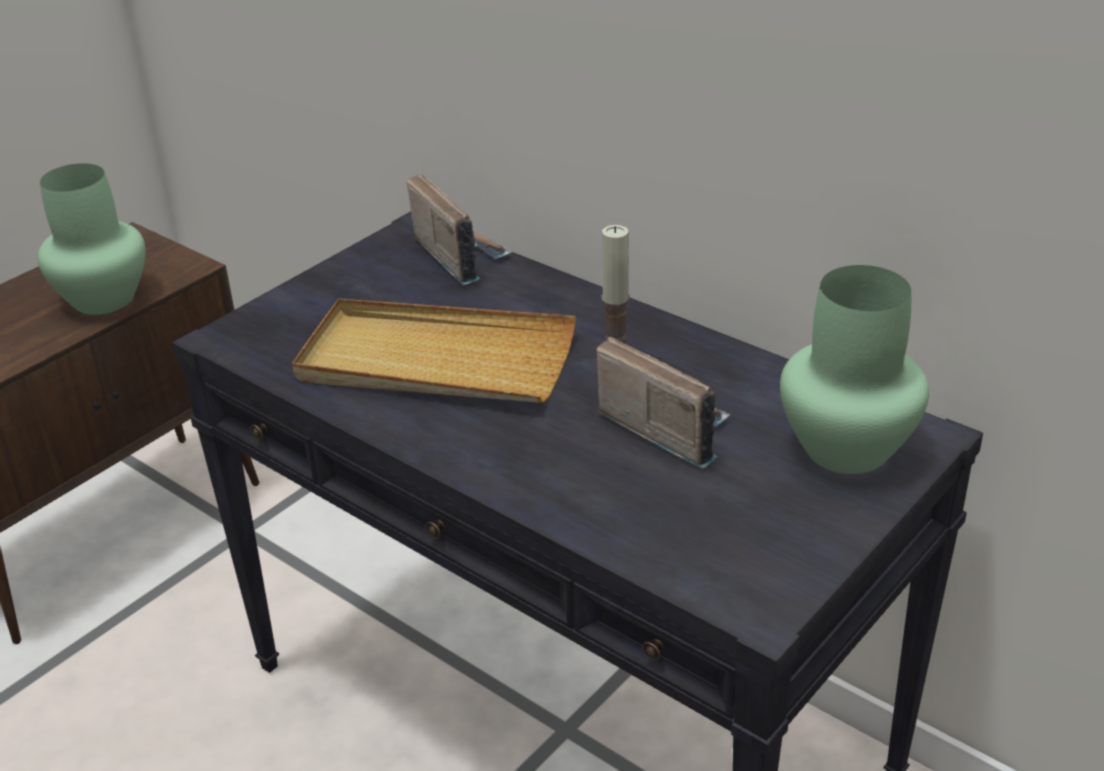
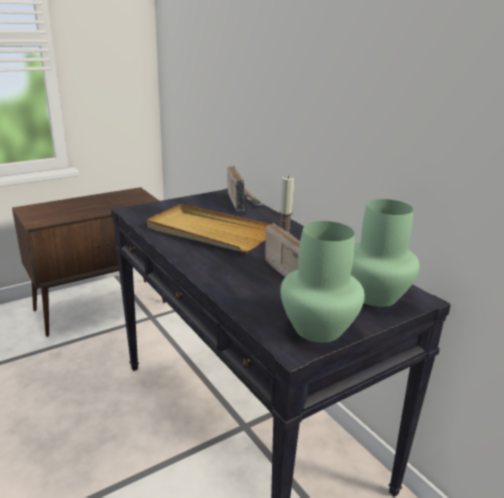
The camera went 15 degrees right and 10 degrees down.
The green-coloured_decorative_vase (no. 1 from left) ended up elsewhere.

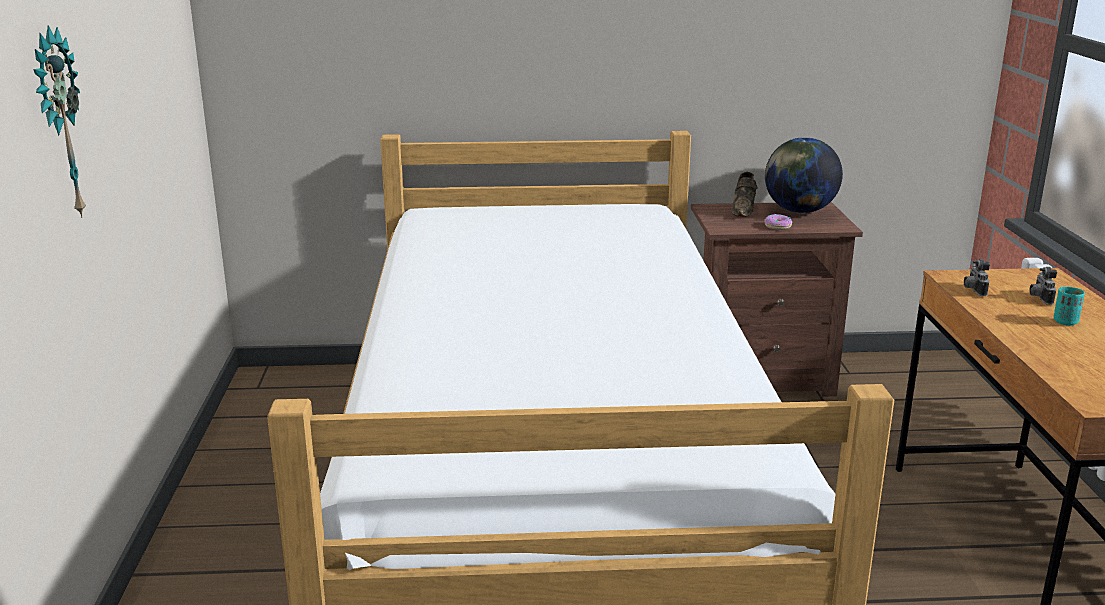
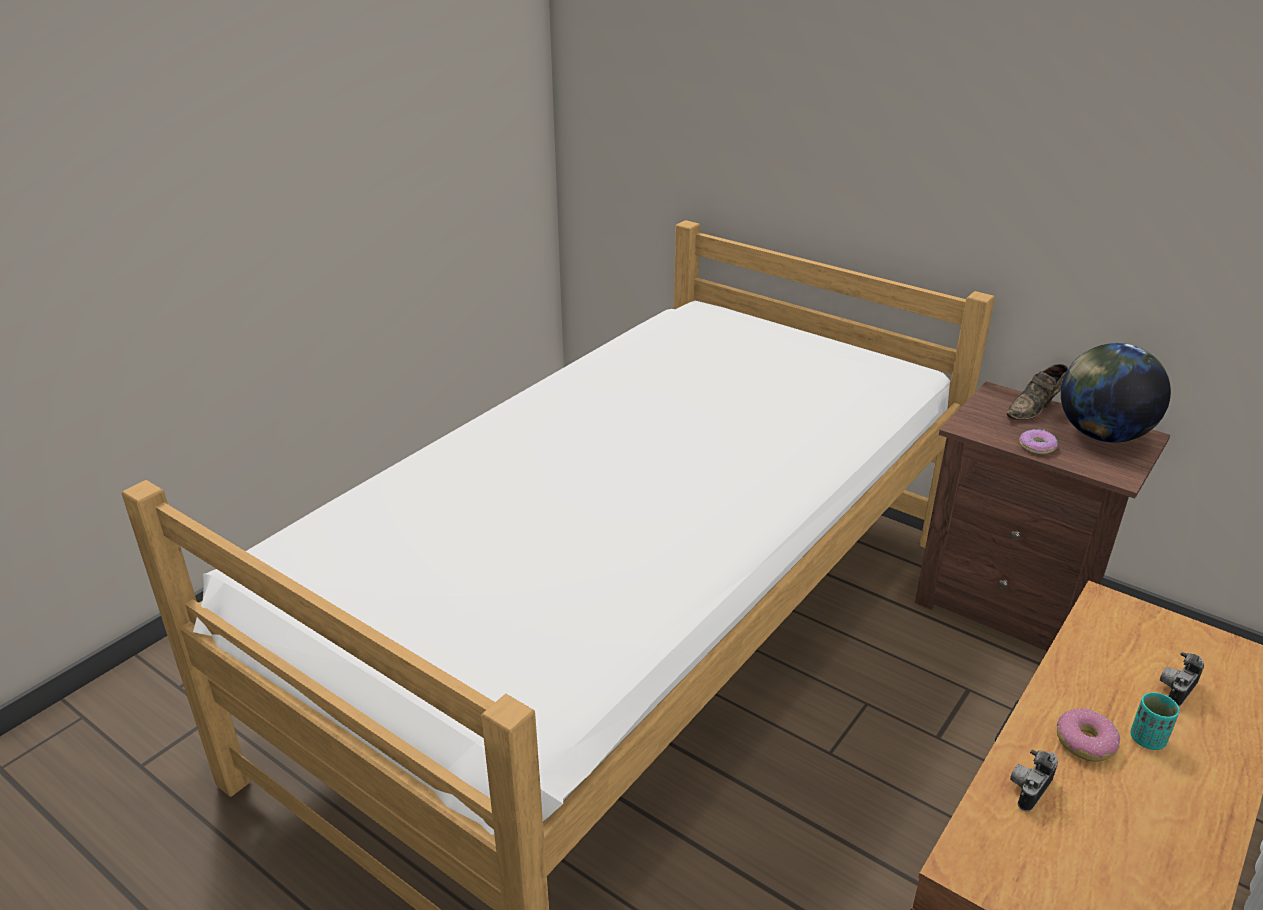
The camera went 40 degrees right and 10 degrees up.
The second view lost the wall_clock.
The still_camera (no. 1 from left) ended up elsewhere.
The second view gained the donut (no. 2 from left).

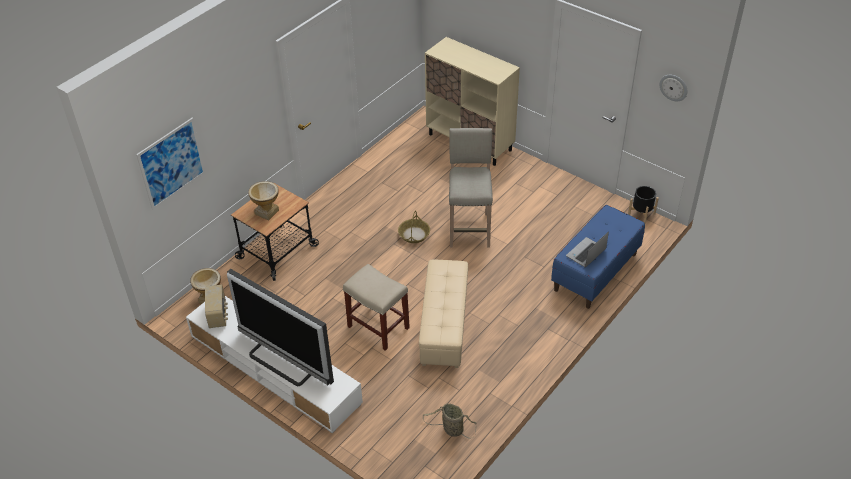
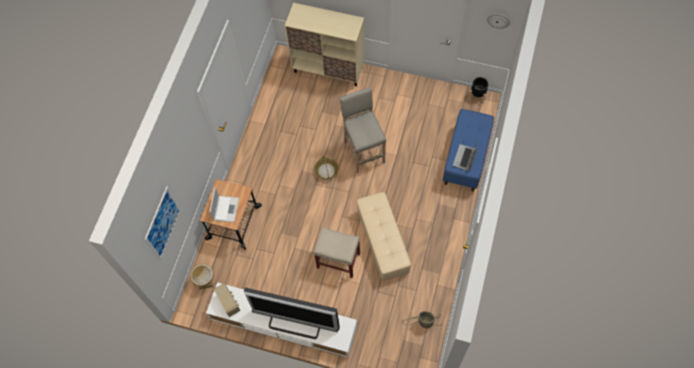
The camera went 20 degrees left and 20 degrees up.
Where the decorative_vase (no. 2 from left) stood, the laptop (no. 1 from left) came to stand.

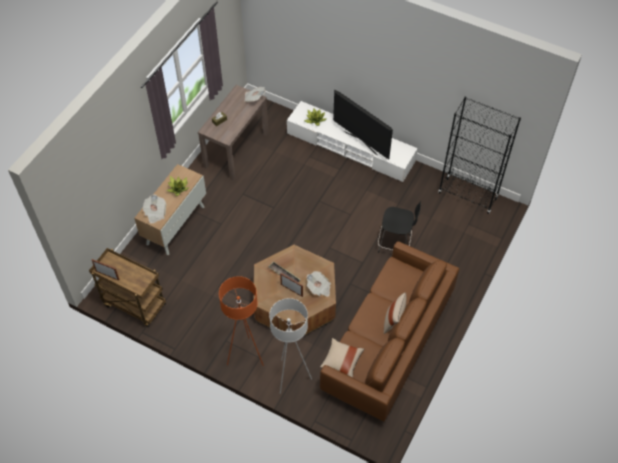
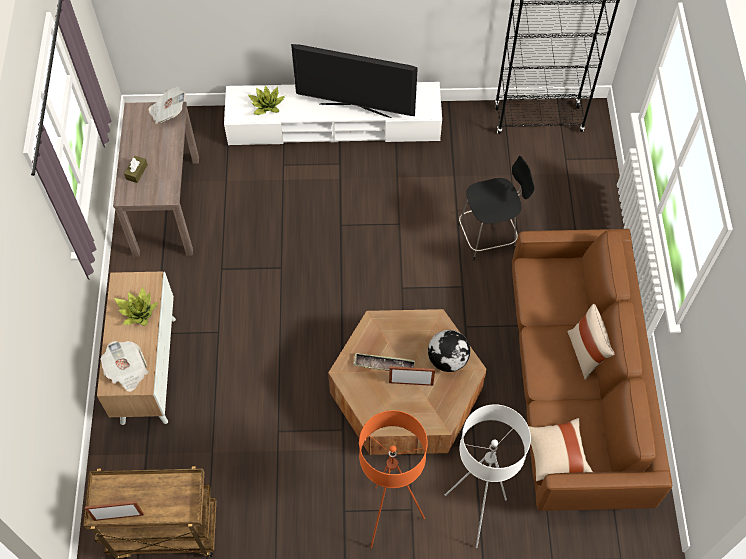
The camera went 30 degrees left and 5 degrees up.
Where the daily_paper (no. 3 from left) stood, the world_globe came to stand.

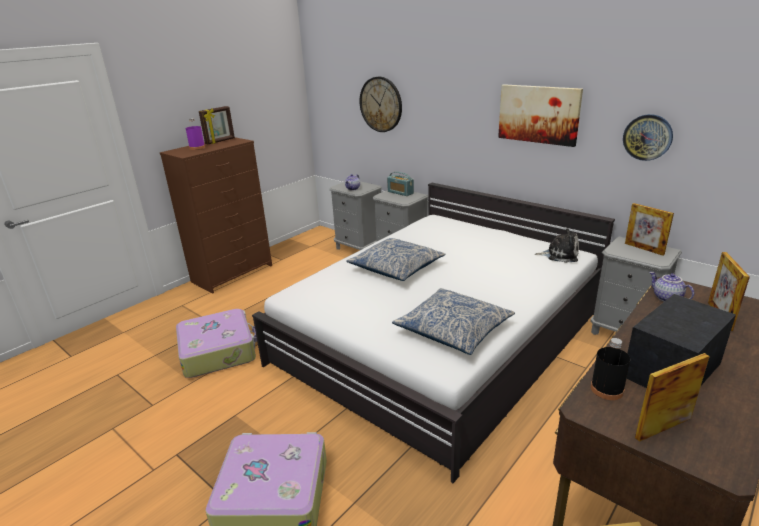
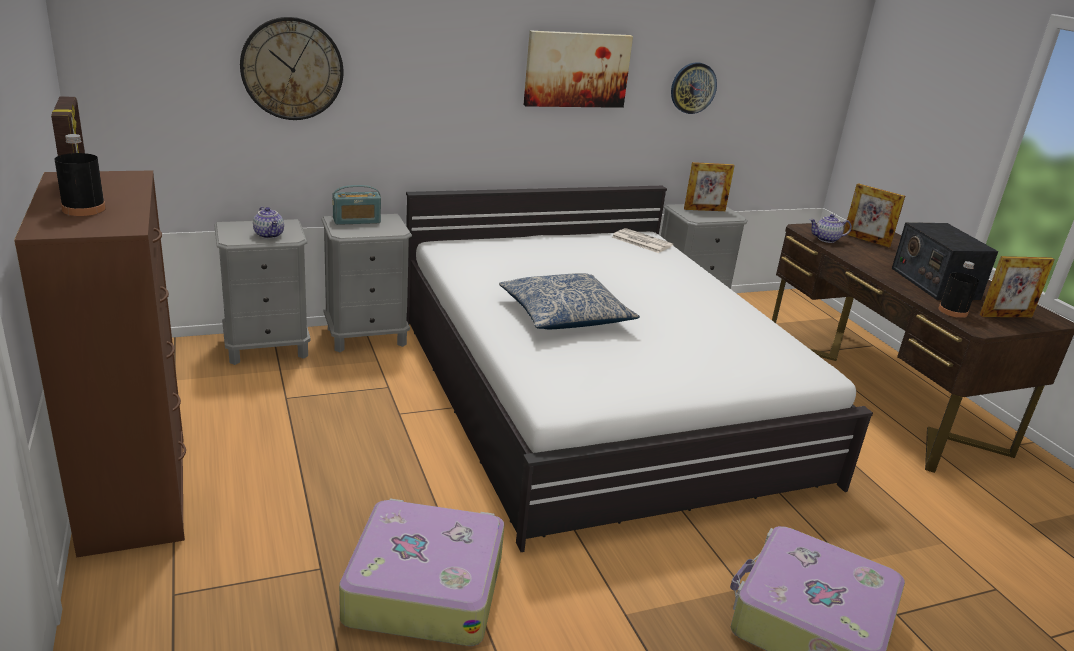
The camera went 65 degrees left and 0 degrees up.
What was the purple-coloured_bottle turned into the black_bottle (no. 1 from left).
The second view lost the cushion (no. 2 from left).
Where the soft_toy stood, the daily_paper came to stand.
The photo_frame (no. 3 from left in the first image) ended up facing another way, 105 degrees counterclockwise from before.

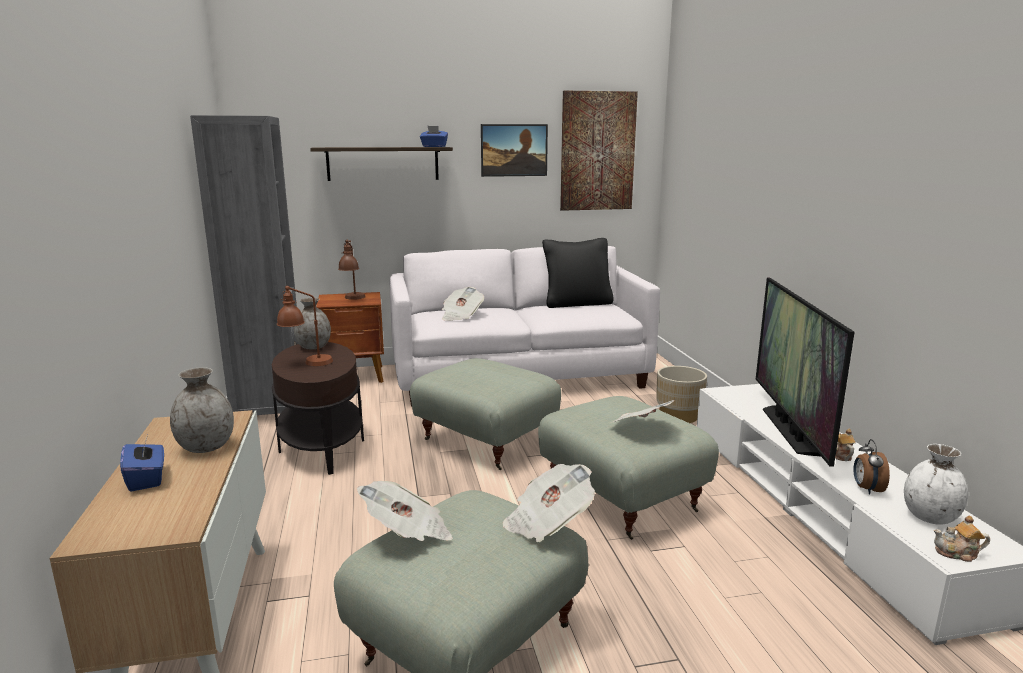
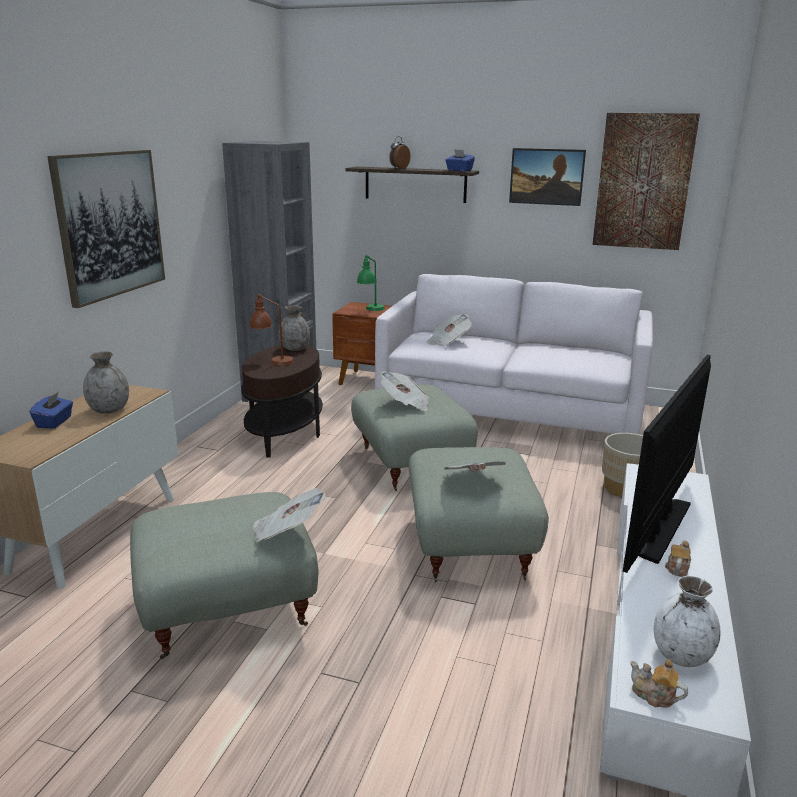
The camera went 30 degrees right and 5 degrees up.
What was the brownish_lamp_for_a_table (no. 2 from left) turned into the green-coloured_lamp_for_a_table.
The daily_paper (no. 1 from left in the first image) ended up elsewhere.
The second view lost the black_cushion.
The bedside_clock ended up elsewhere.
The second view gained the picture (no. 1 from left).

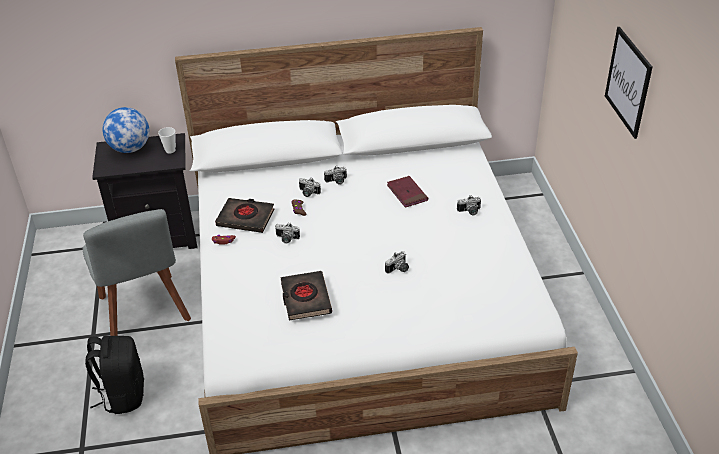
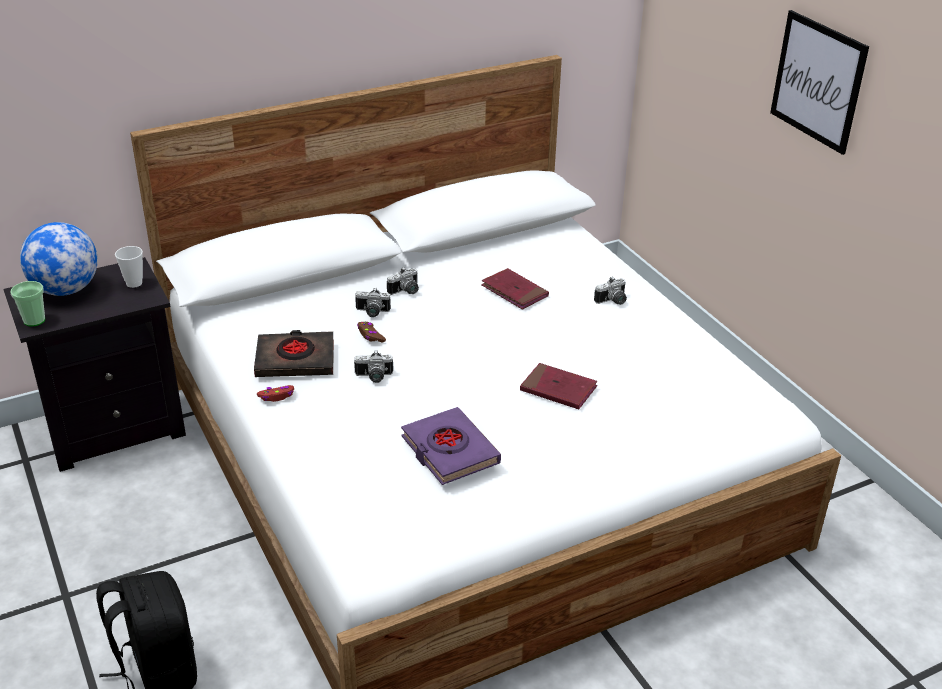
The camera went 20 degrees left and 5 degrees down.
The second view lost the grey_plain_chair.
What was the black_volume (no. 2 from left) turned into the purple-coloured_volume.
Where the still_camera (no. 4 from left) stood, the reddish_volume (no. 2 from left) came to stand.
The second view gained the small_cup (no. 1 from left).

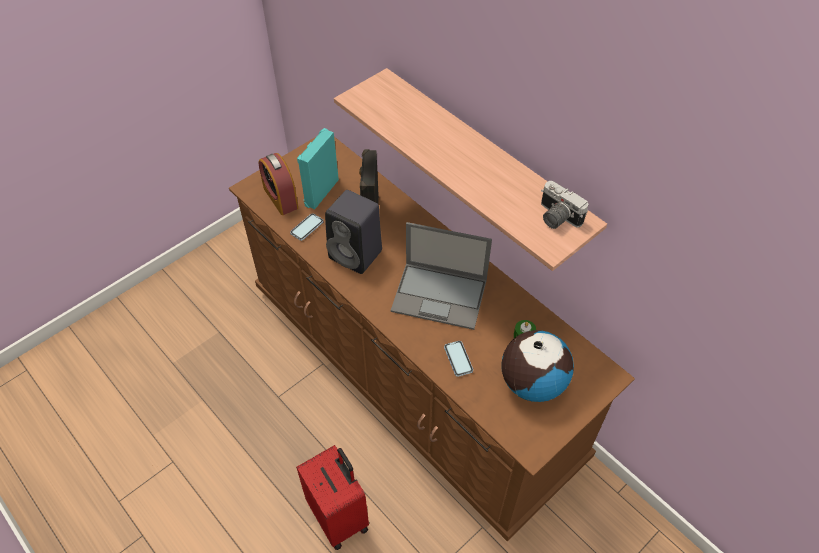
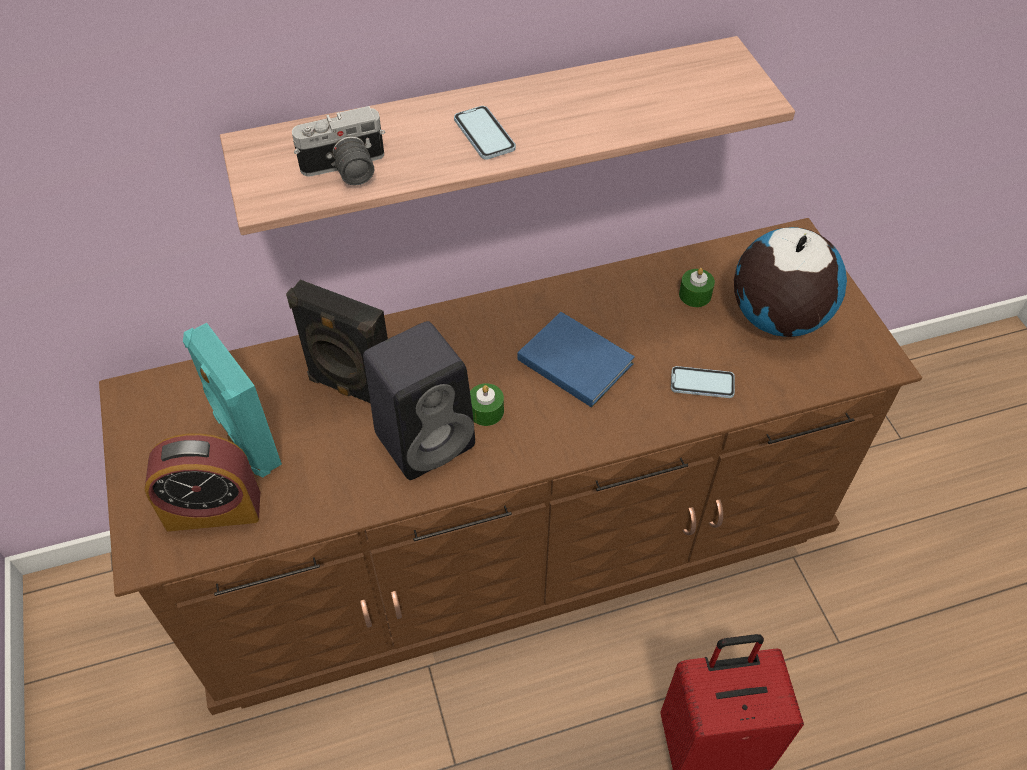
The camera went 65 degrees left and 0 degrees up.
The handset (no. 1 from left) ended up elsewhere.
Where the laptop stood, the bluish_volume came to stand.
The still_camera ended up elsewhere.
The second view gained the green-coloured_wax_light (no. 1 from left).

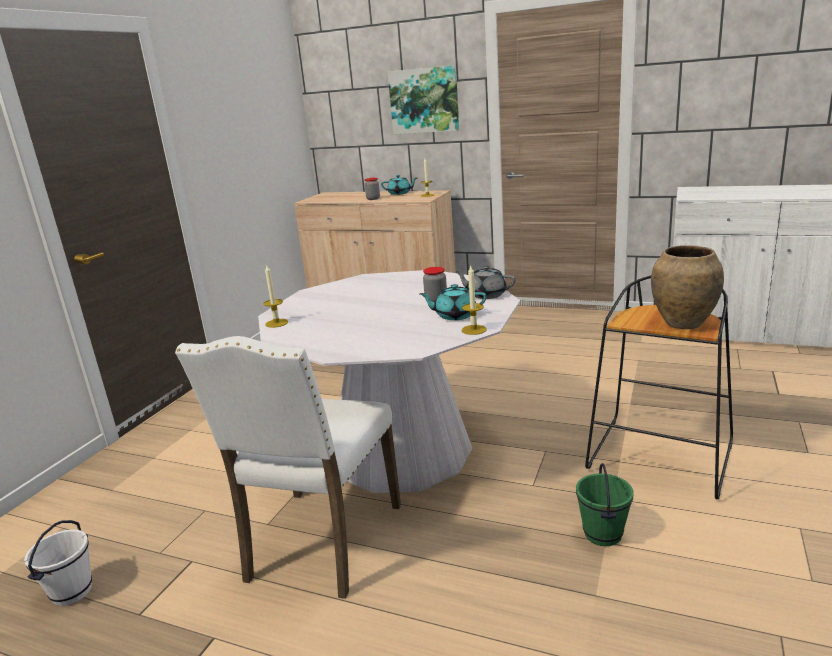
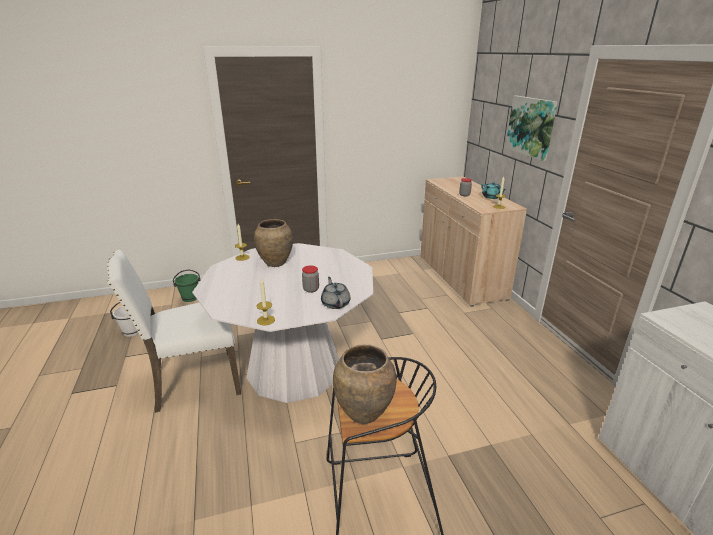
The camera went 50 degrees right and 5 degrees up.
The second view lost the turquoise_teapot (no. 2 from left).
The green-coloured_bucket ended up elsewhere.
The second view gained the brownish_decorative_vase (no. 1 from left).

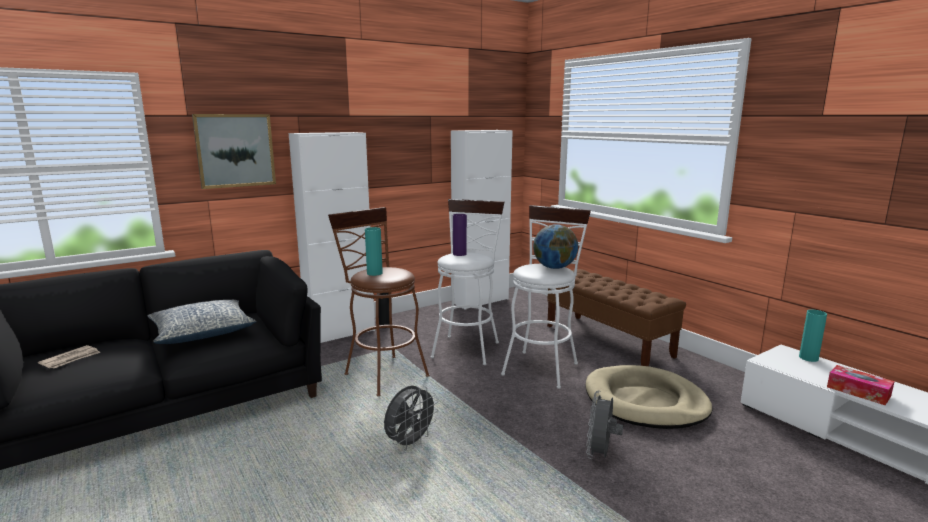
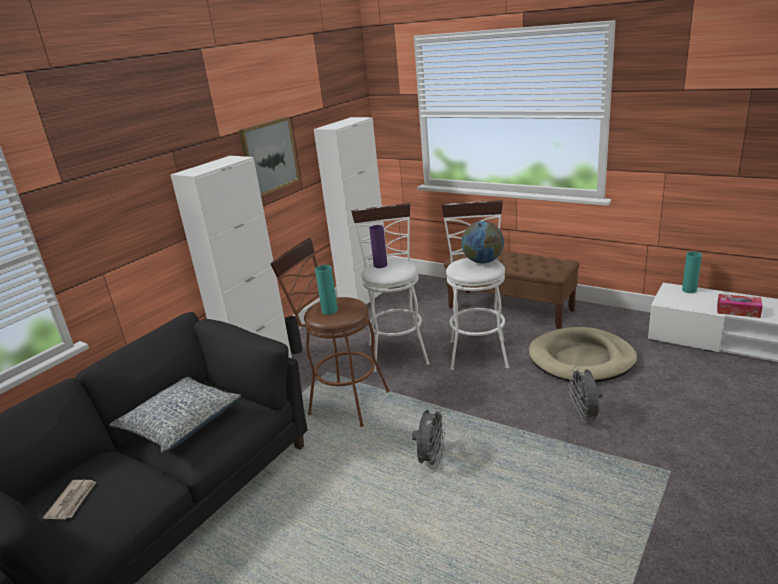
The camera went 20 degrees left and 10 degrees up.
The picture ended up elsewhere.

